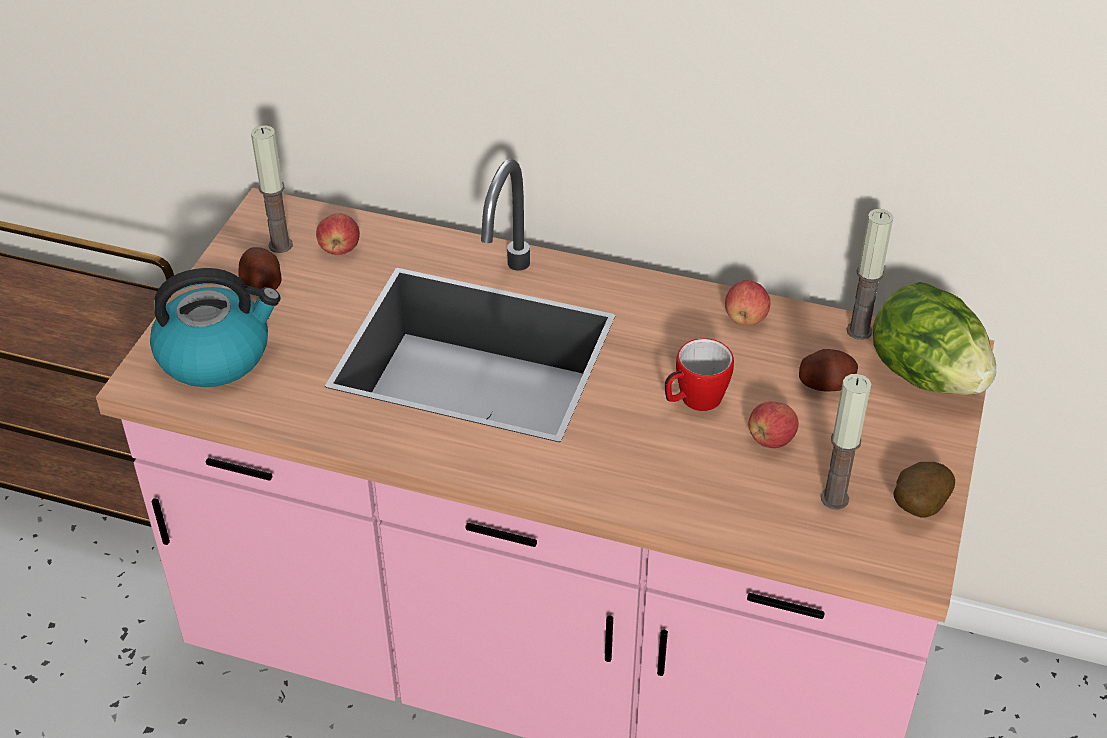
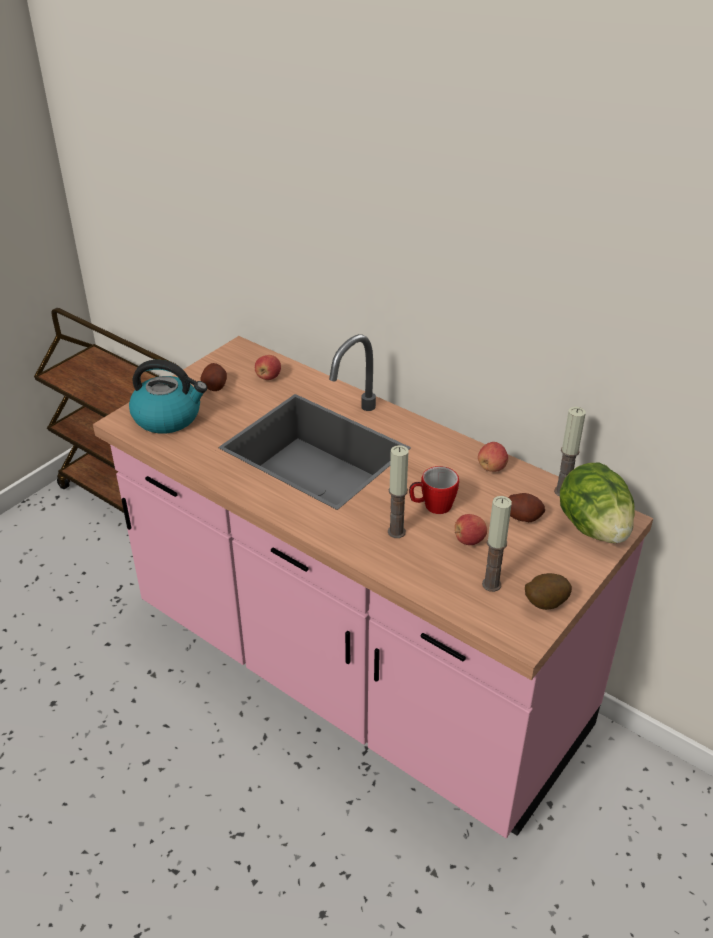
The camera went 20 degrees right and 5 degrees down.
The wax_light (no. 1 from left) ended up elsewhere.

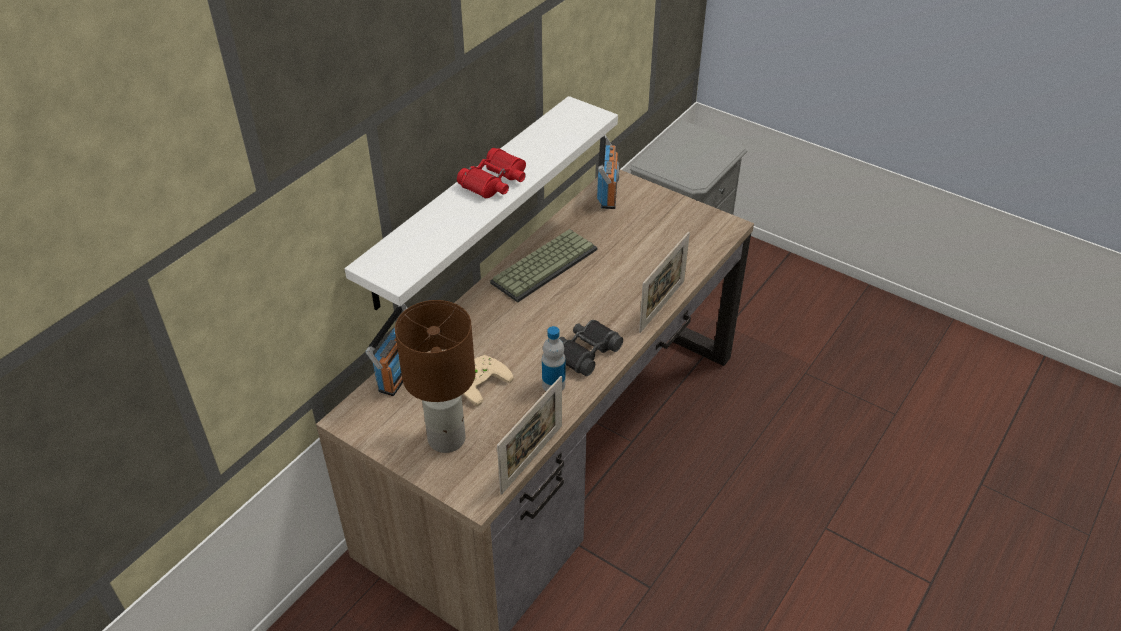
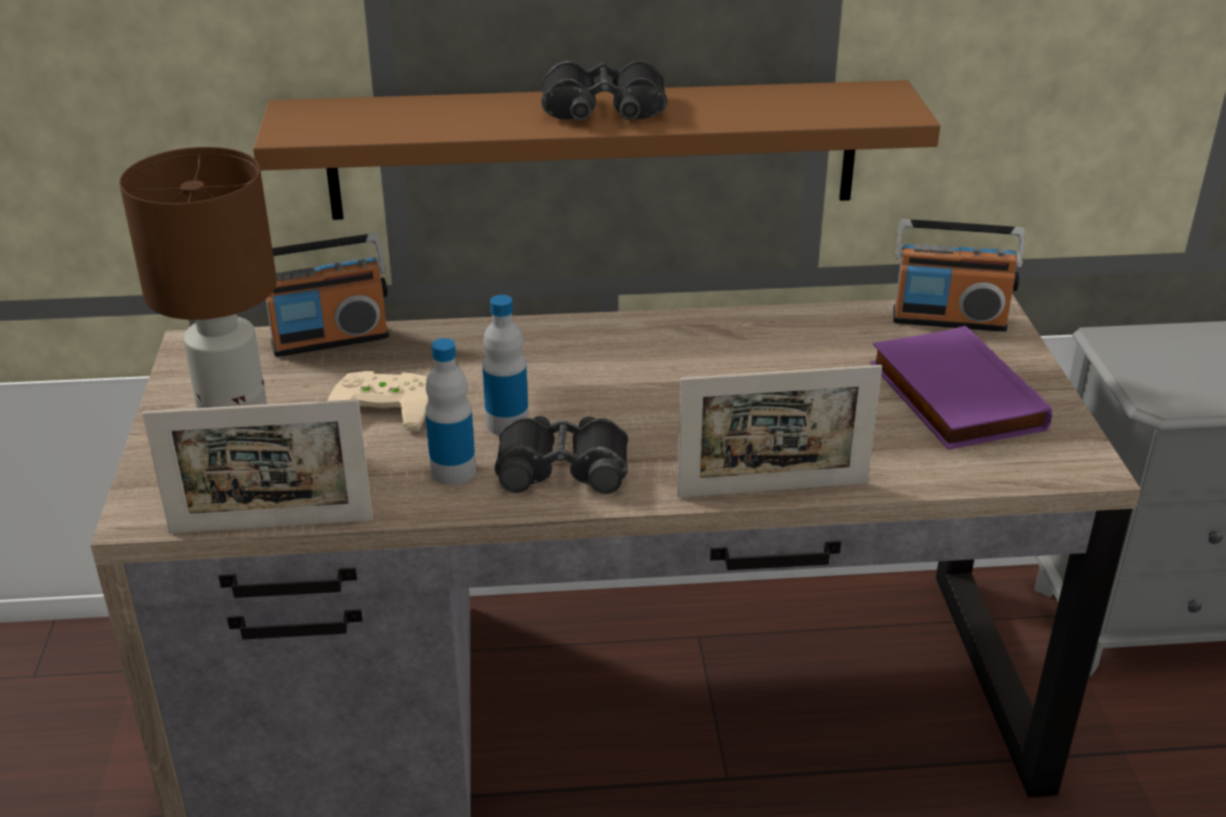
The camera went 50 degrees right and 10 degrees down.
What was the white-coloured_shelf turned into the brownish_shelf.
What was the reddish_pair_of_binoculars turned into the black_pair_of_binoculars (no. 2 from left).
The second view lost the PC_keyboard.
The radio_set (no. 2 from left) ended up facing another way, 45 degrees clockwise from before.
The second view gained the bottle (no. 2 from left).
The second view gained the purple-coloured_volume.

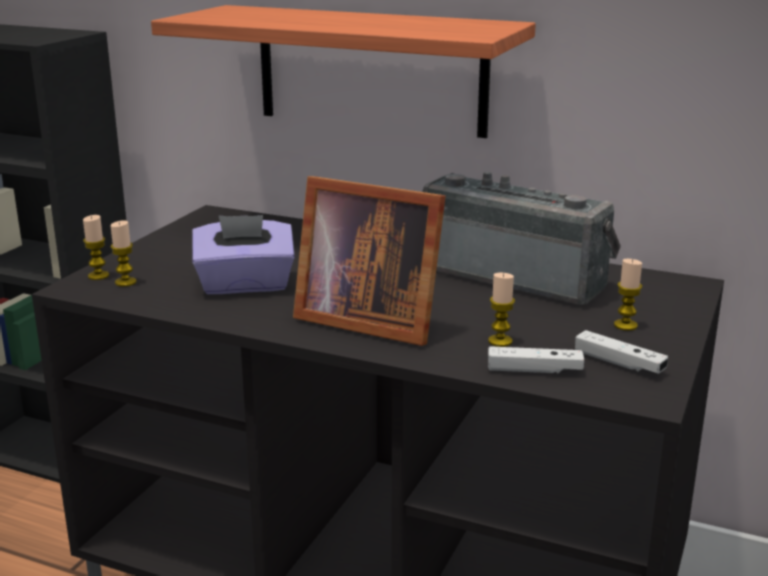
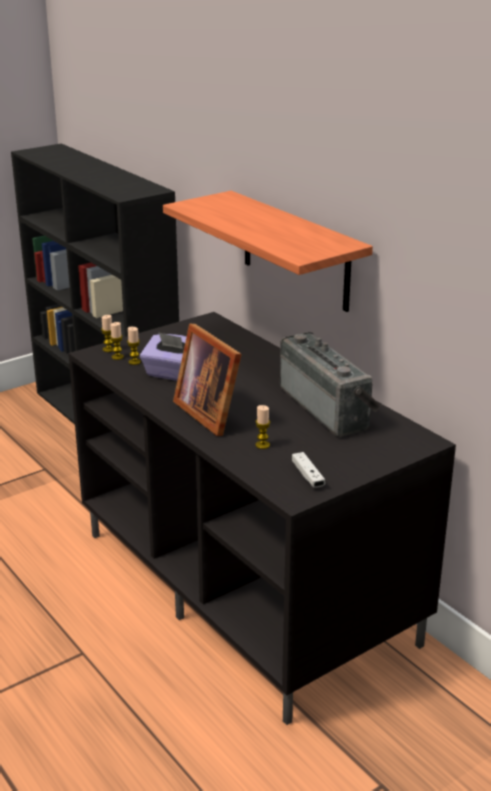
The camera went 30 degrees right and 5 degrees up.
The second view lost the white-coloured_game_controller (no. 1 from left).
The wax_light (no. 4 from left in the first image) ended up elsewhere.

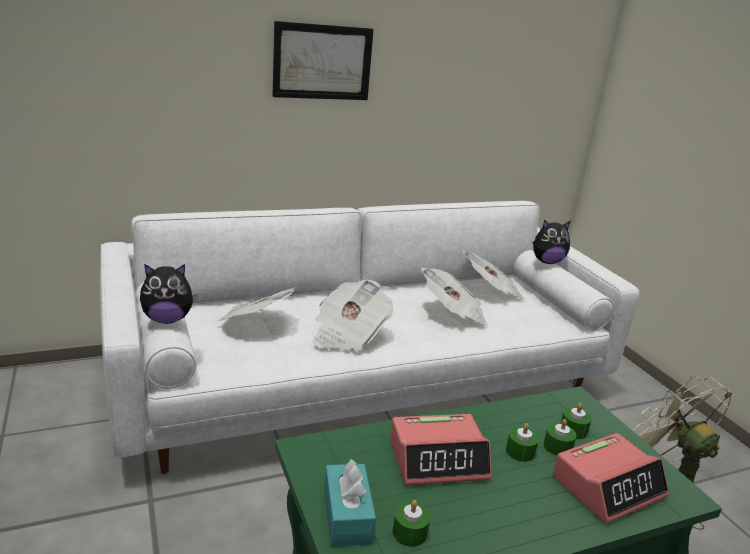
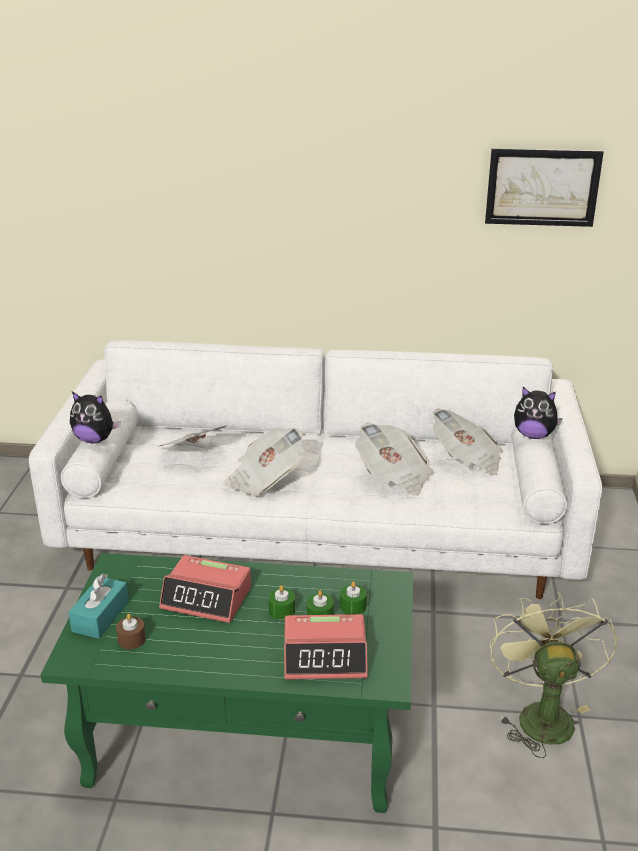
The camera went 30 degrees right and 5 degrees up.
The picture ended up elsewhere.
What was the green-coloured_wax_light (no. 1 from left) turned into the brownish_wax_light.

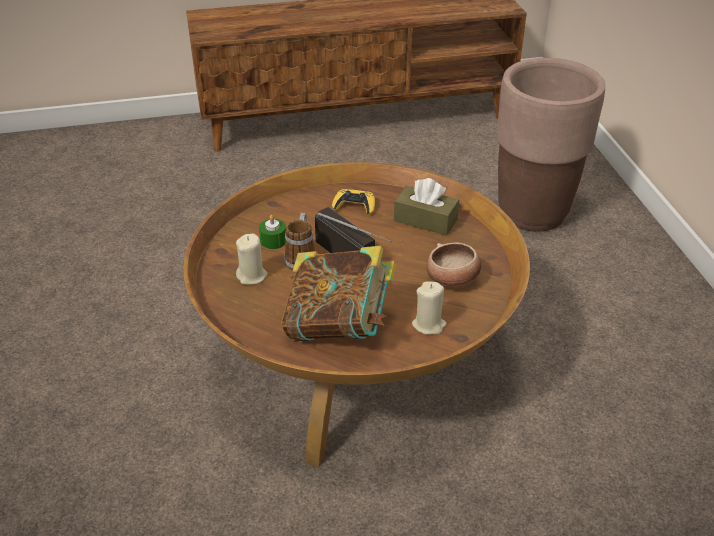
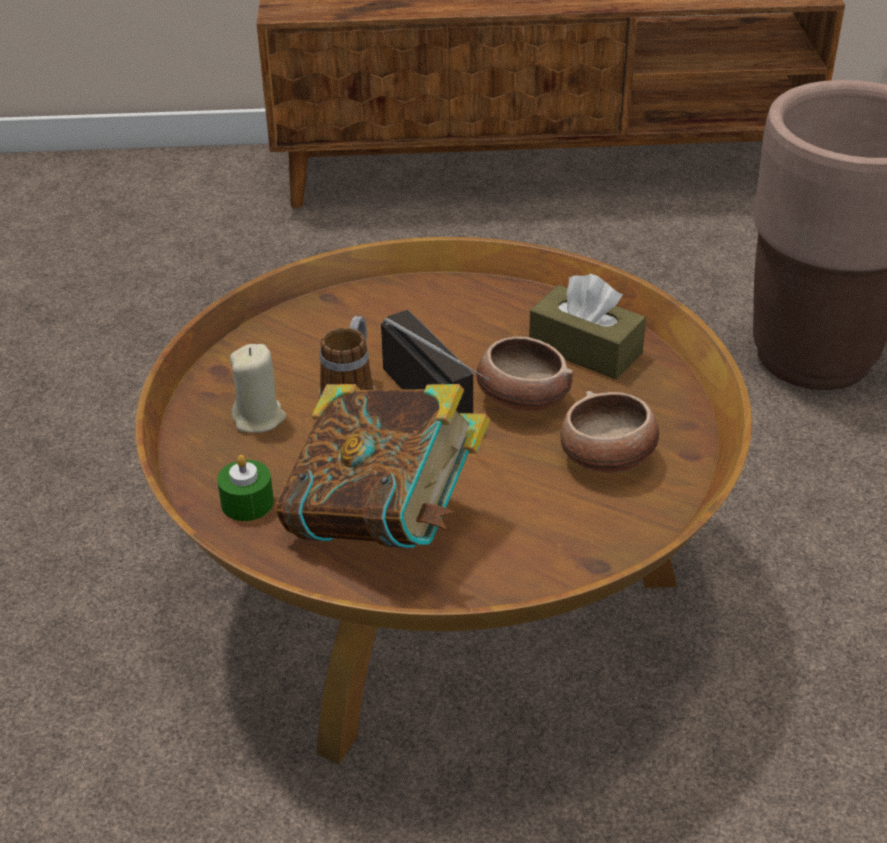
The camera went 10 degrees right and 0 degrees up.
The green-coloured_wax_light ended up elsewhere.
The second view lost the yellowish_game_controller.
The second view lost the beige_wax_light (no. 2 from left).
The second view gained the deep_dish (no. 1 from left).

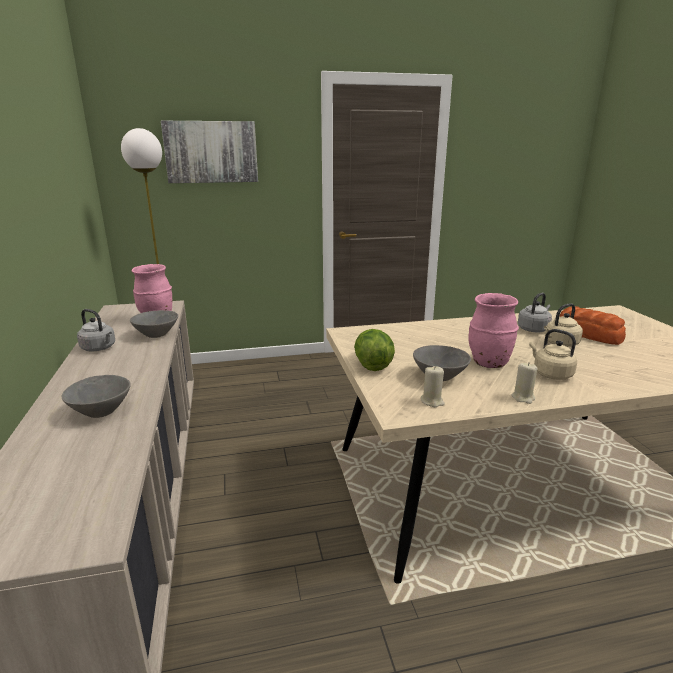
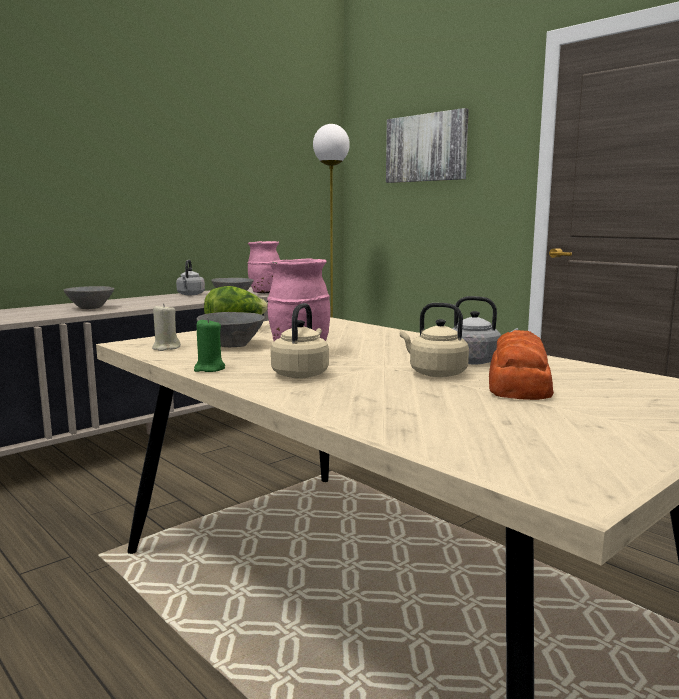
The camera went 60 degrees right and 10 degrees down.
What was the beige_wax_light (no. 2 from left) turned into the green-coloured_wax_light.

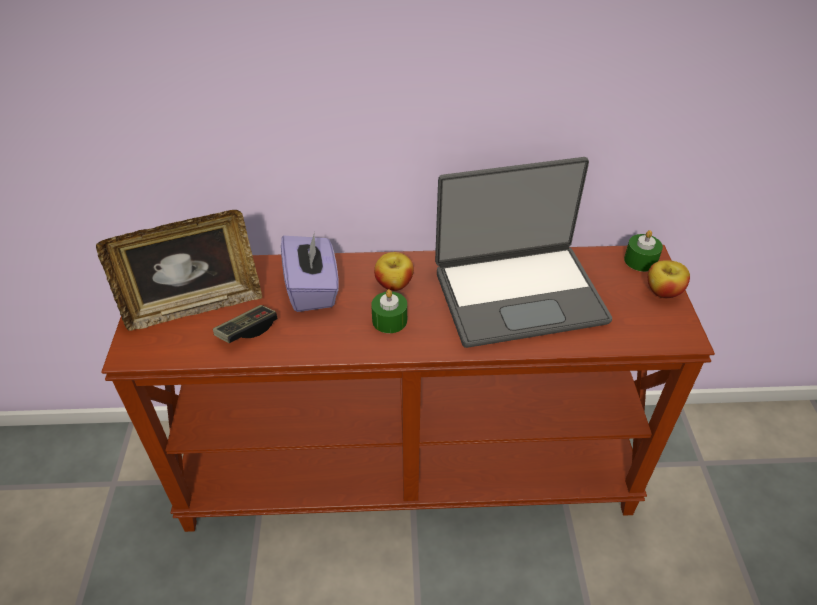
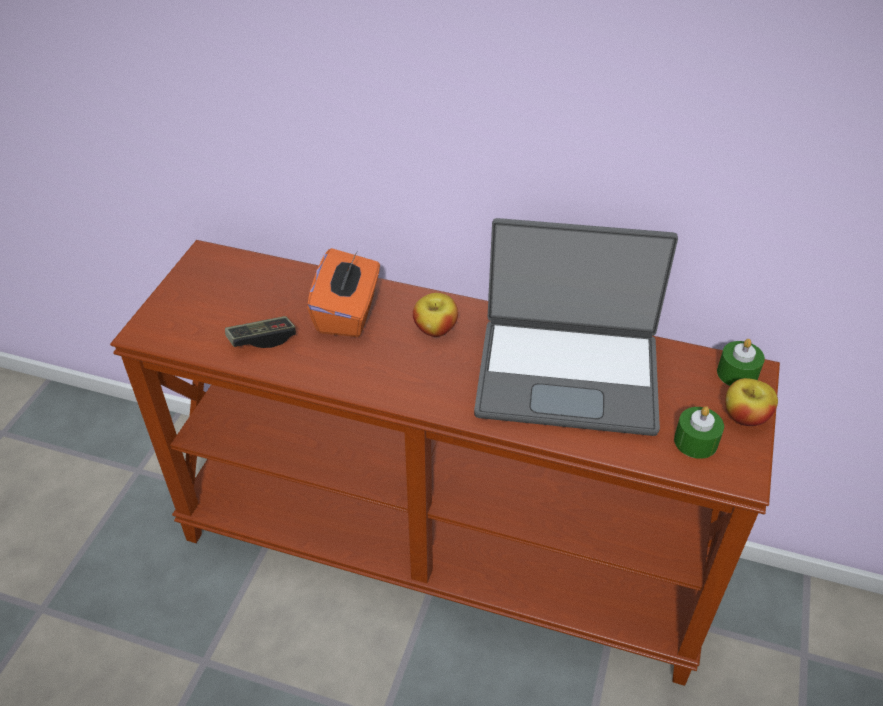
The camera went 20 degrees right and 0 degrees up.
The second view lost the photo_frame.
What was the purple-coloured_tissue_holder turned into the orange_tissue_holder.
The green-coloured_wax_light (no. 1 from left) ended up elsewhere.

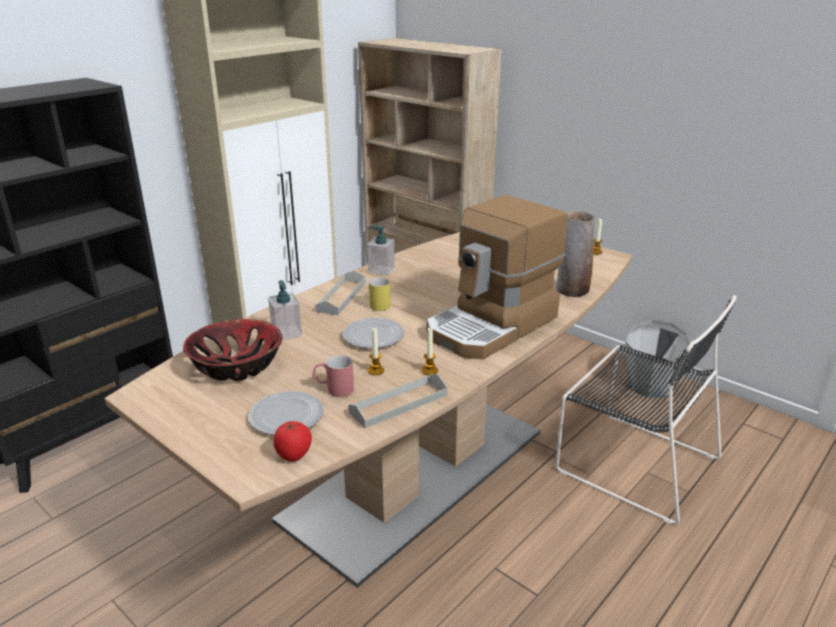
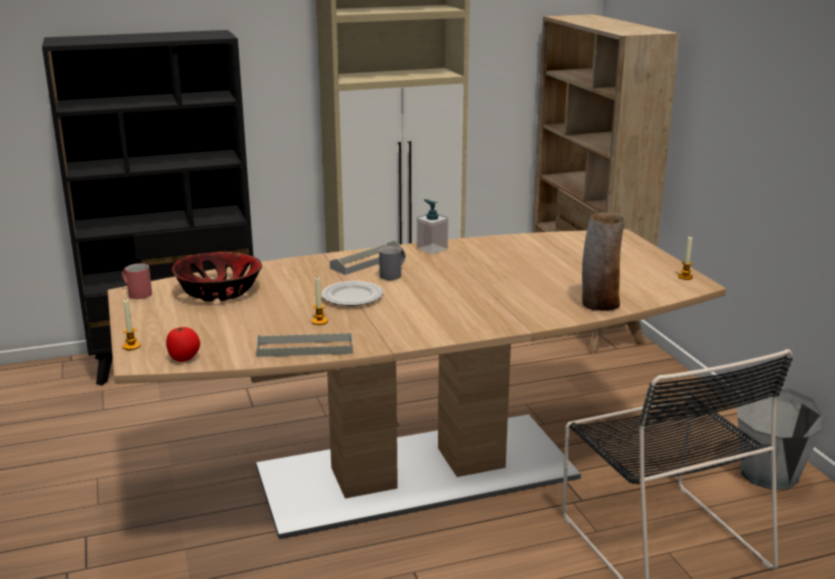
The camera went 30 degrees right and 5 degrees down.
The second view lost the dinner_plate (no. 1 from left).
The second view lost the soap_dispenser (no. 1 from left).
The reddish_tea_mug ended up elsewhere.
What was the yellowish_tea_mug turned into the grey_tea_mug.
The wax_light (no. 2 from left in the first image) ended up elsewhere.
The second view lost the coffee_brewer.

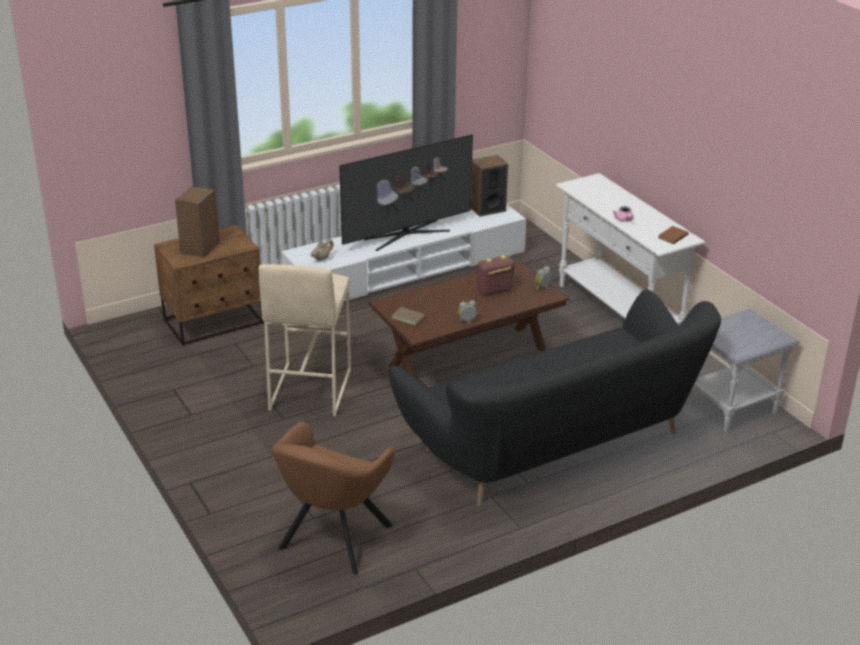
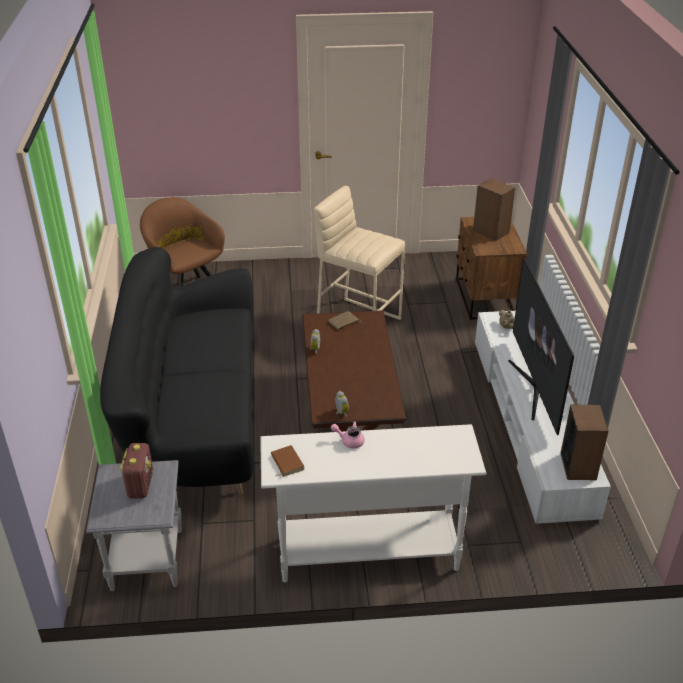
The camera went 115 degrees right and 5 degrees up.
The radio_set ended up elsewhere.

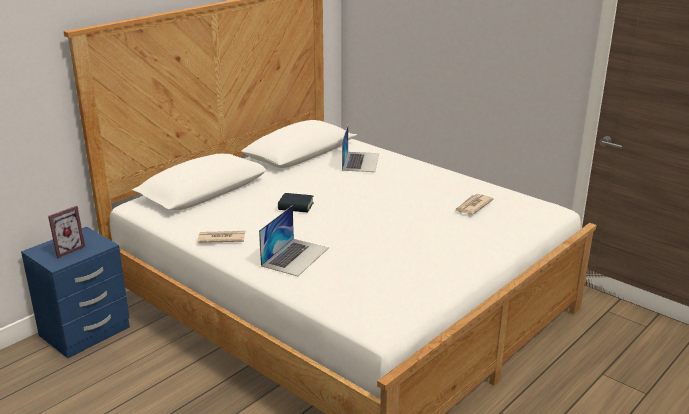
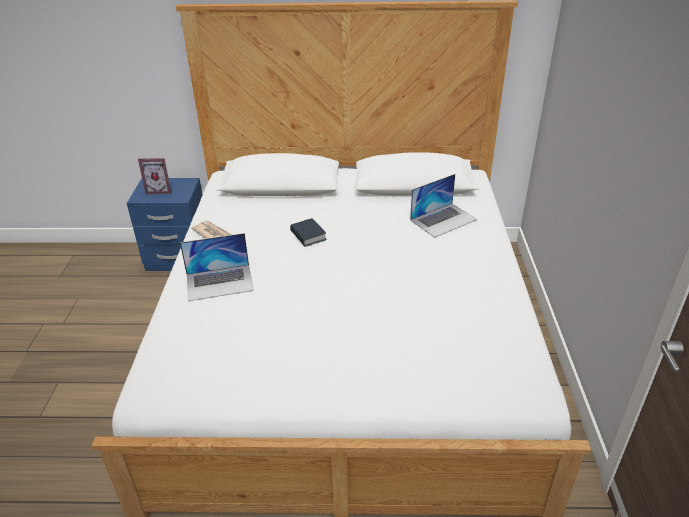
The camera went 50 degrees right and 10 degrees up.
The second view lost the daily_paper (no. 2 from left).

